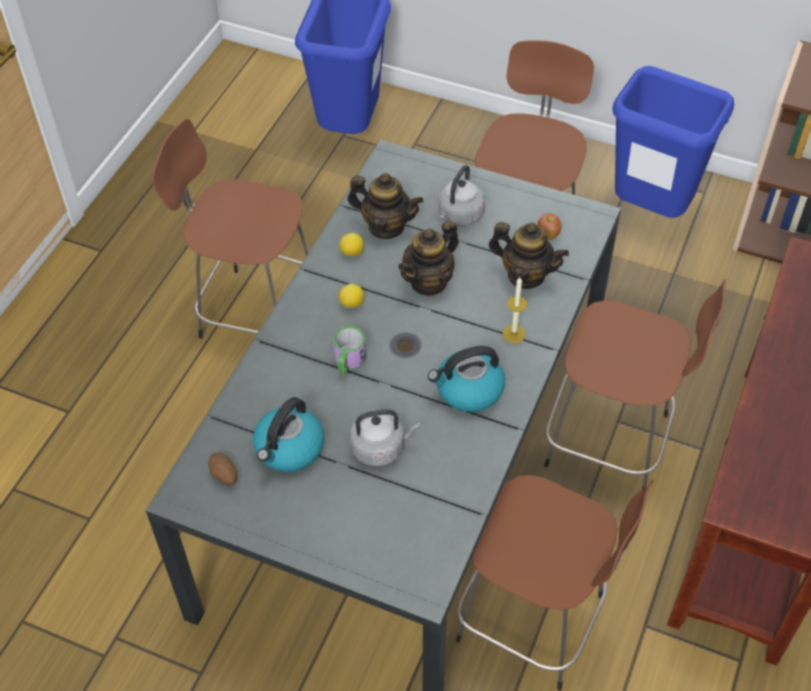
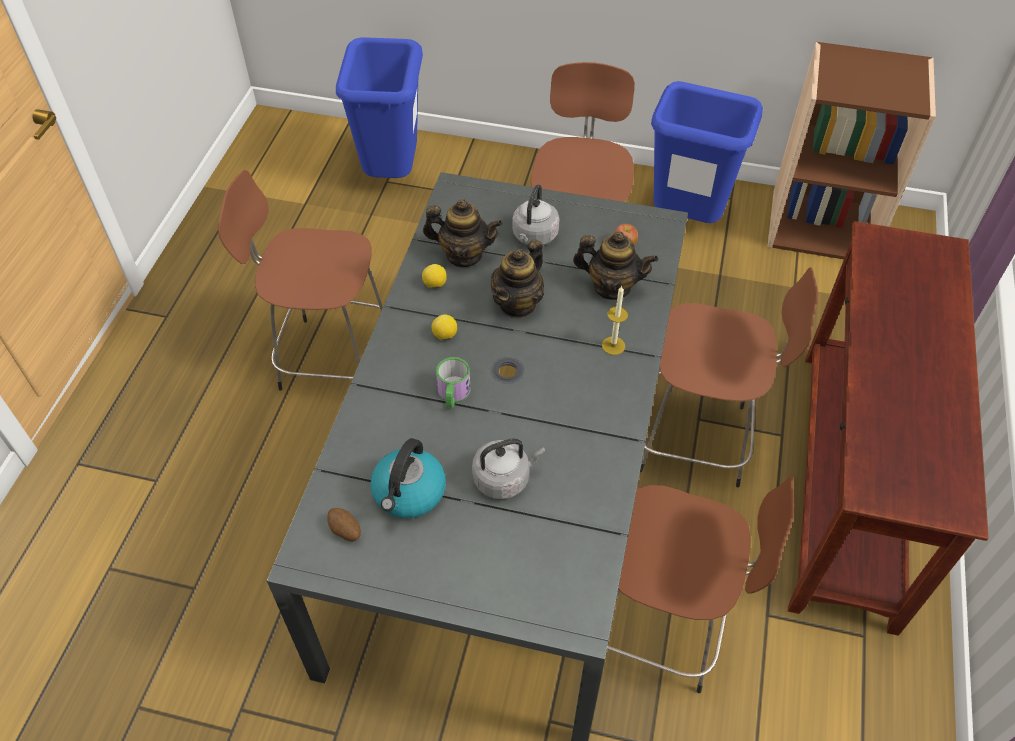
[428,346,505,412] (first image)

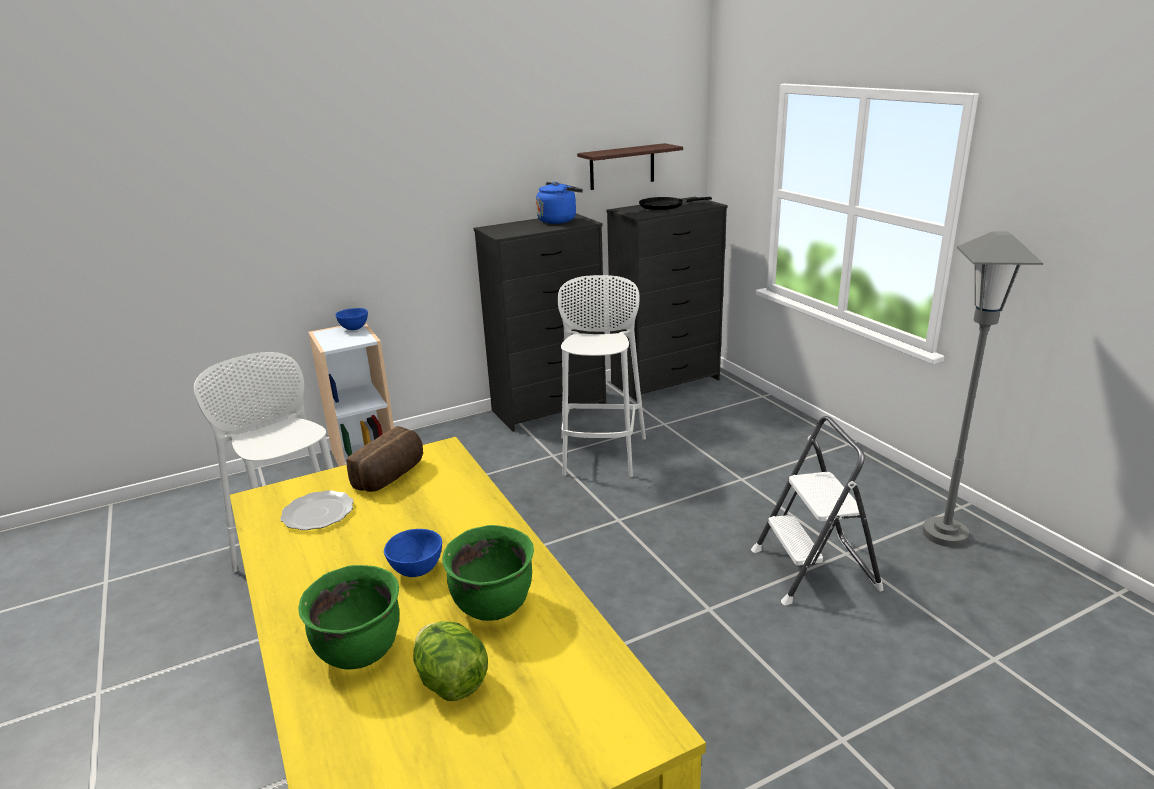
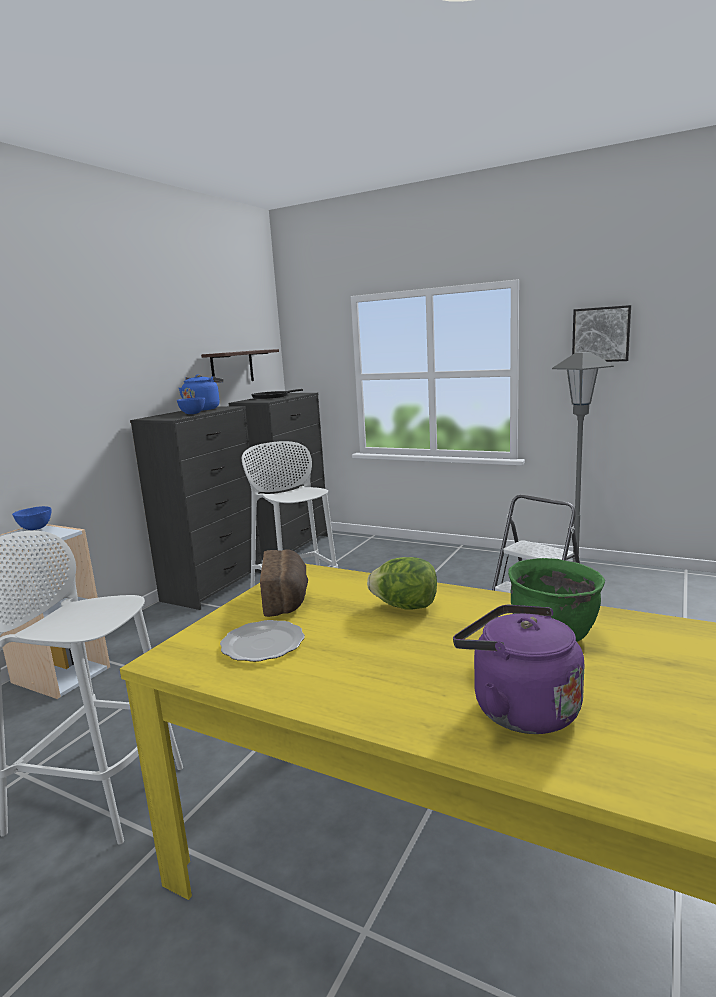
[453,605,584,734]
[177,397,205,414]
[367,557,437,610]
[572,305,631,362]

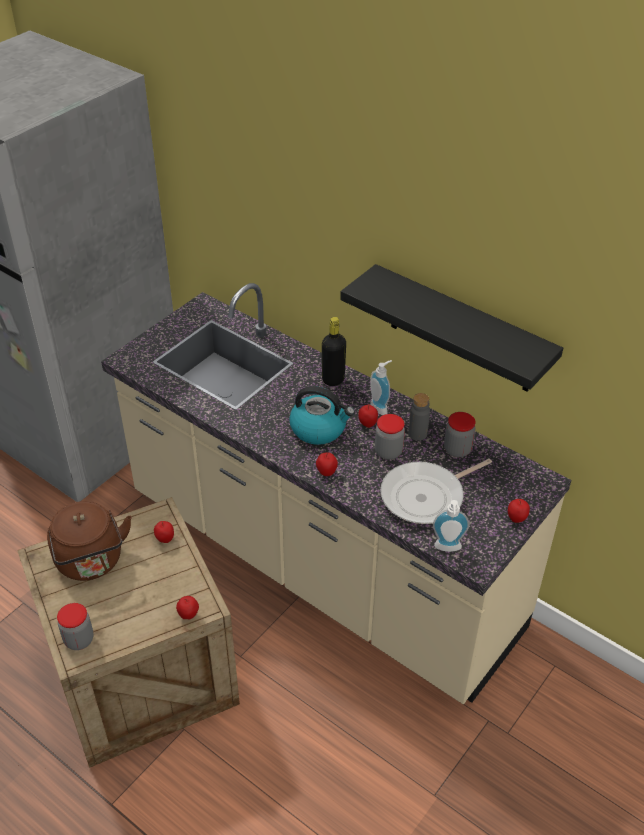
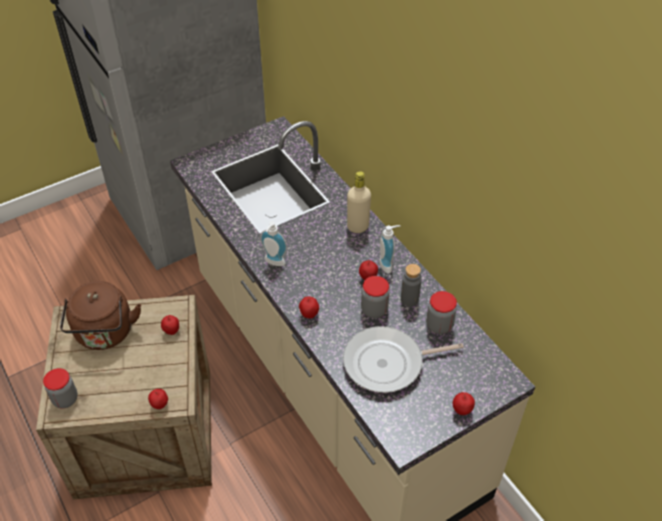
[289,386,355,445] (first image)
[347,171,371,233]
[340,264,563,391] (first image)
[260,221,287,266]

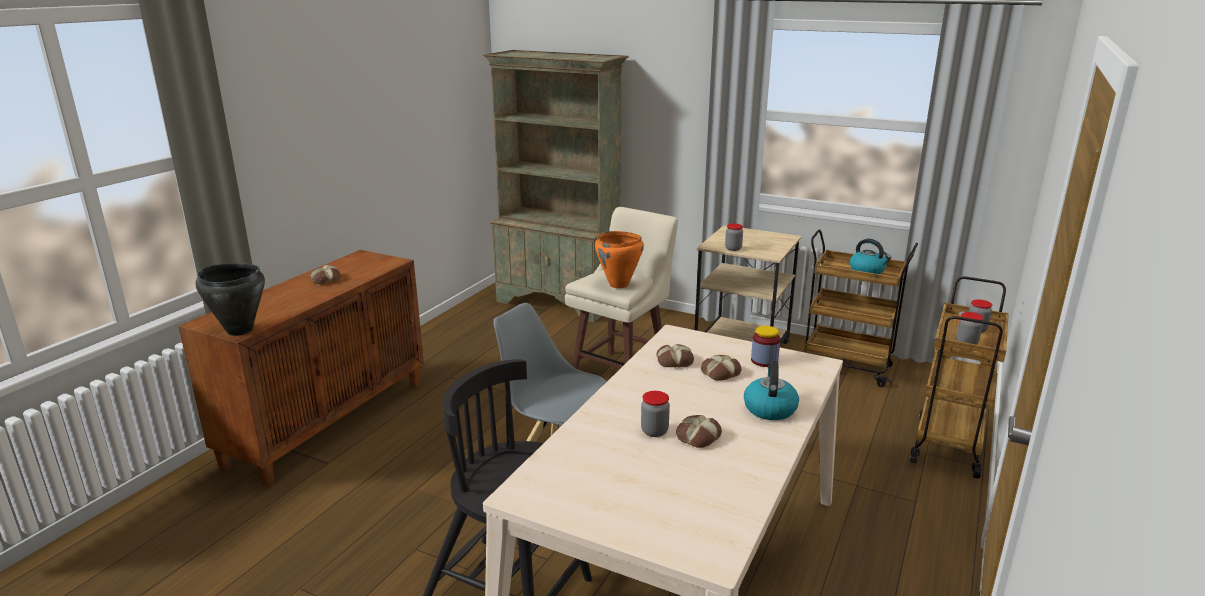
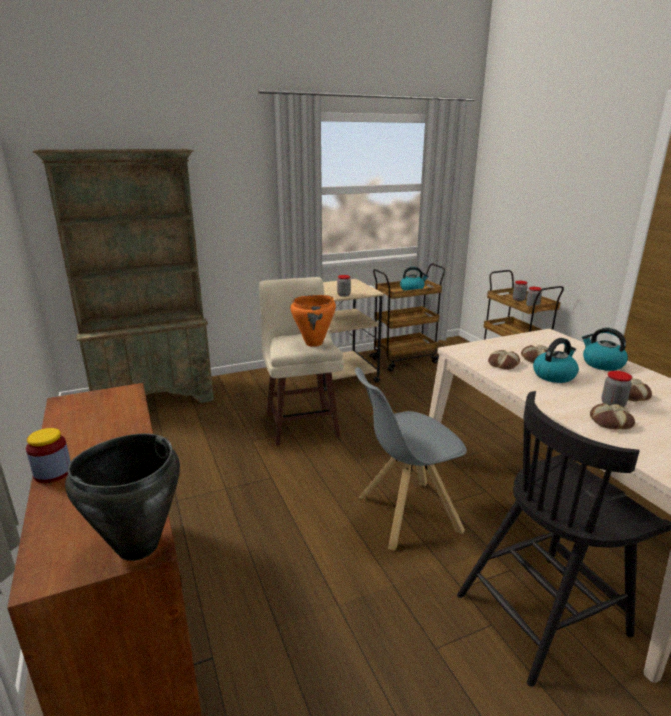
[590,403,635,429]
[26,428,71,483]
[533,338,579,383]

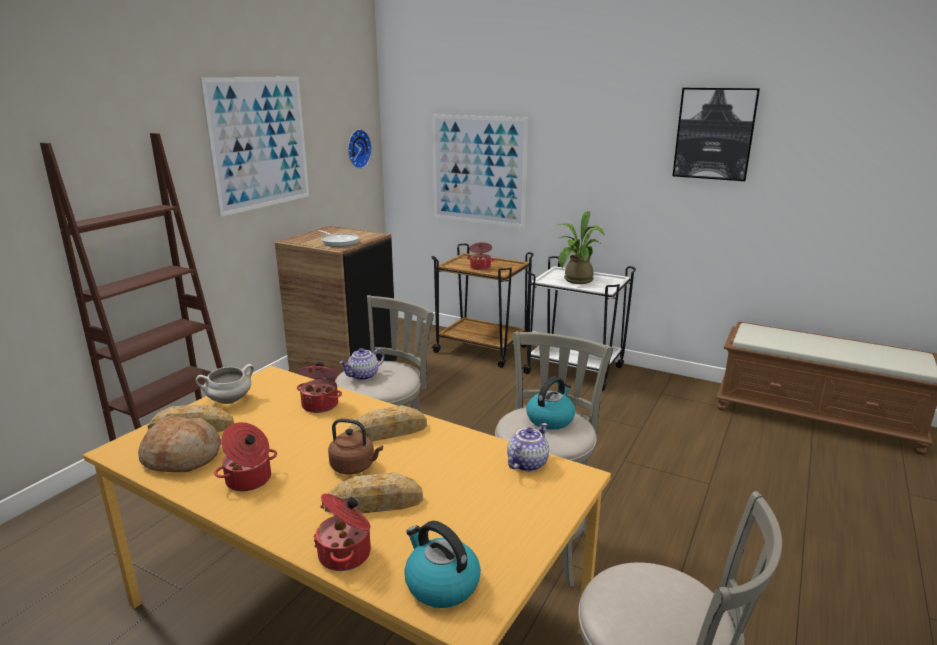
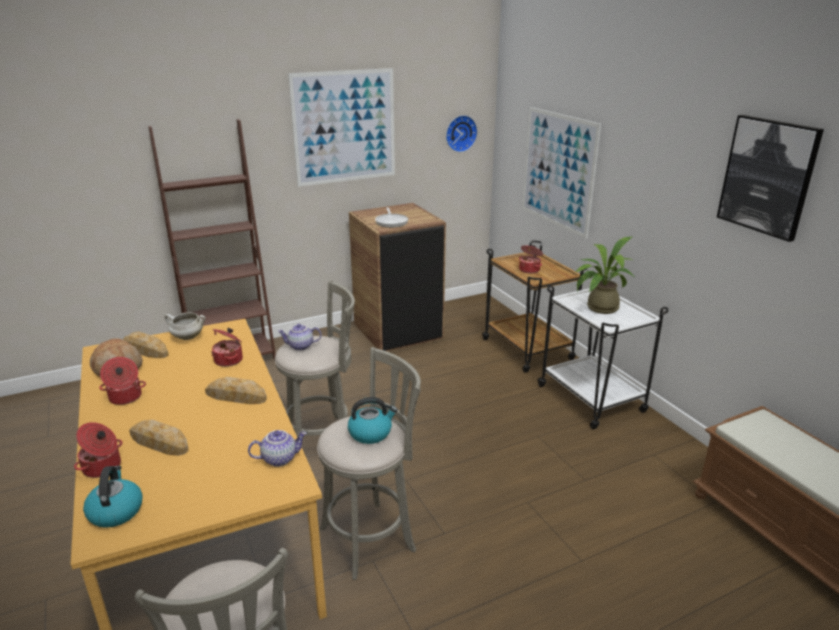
[328,418,383,474] (first image)

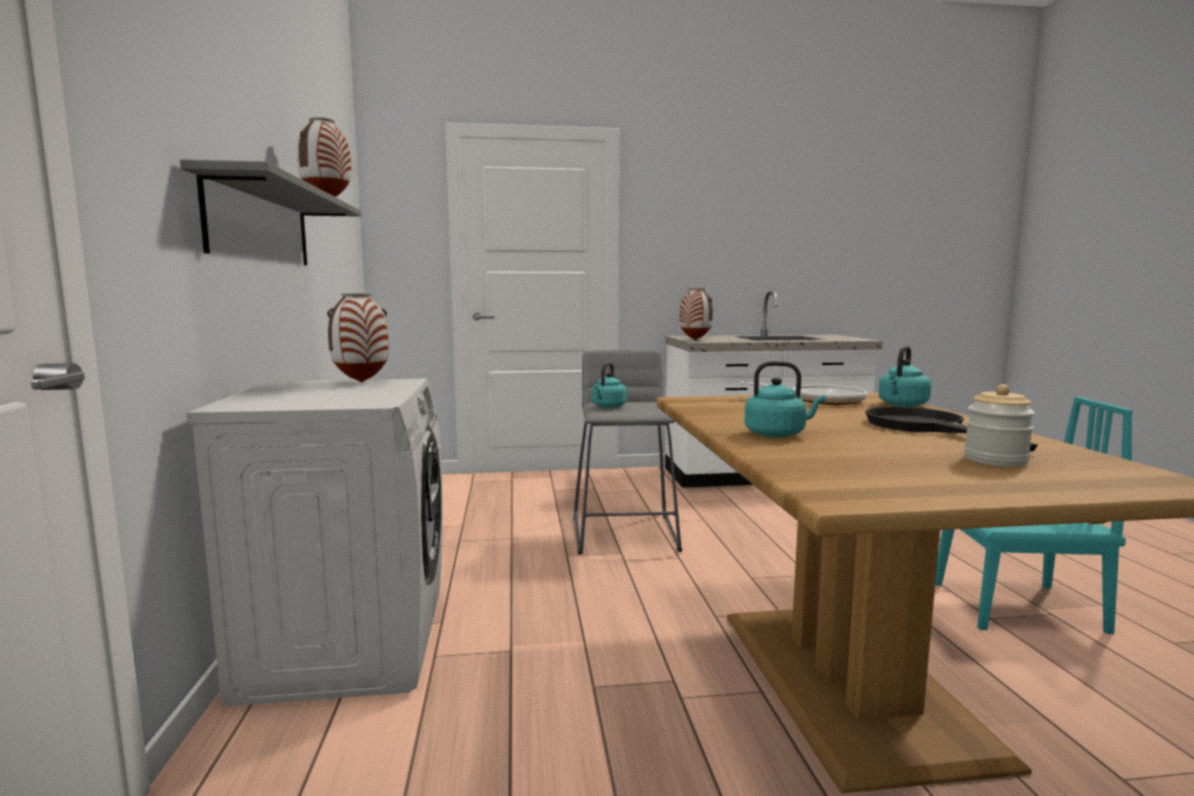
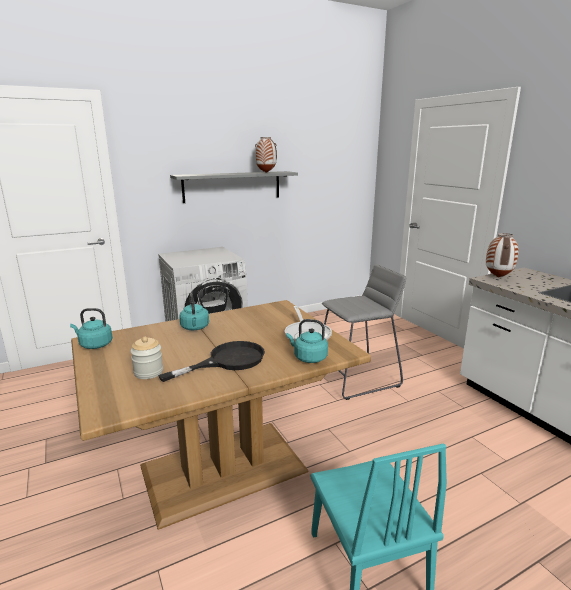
[327,293,390,382] (first image)
[70,308,113,349]

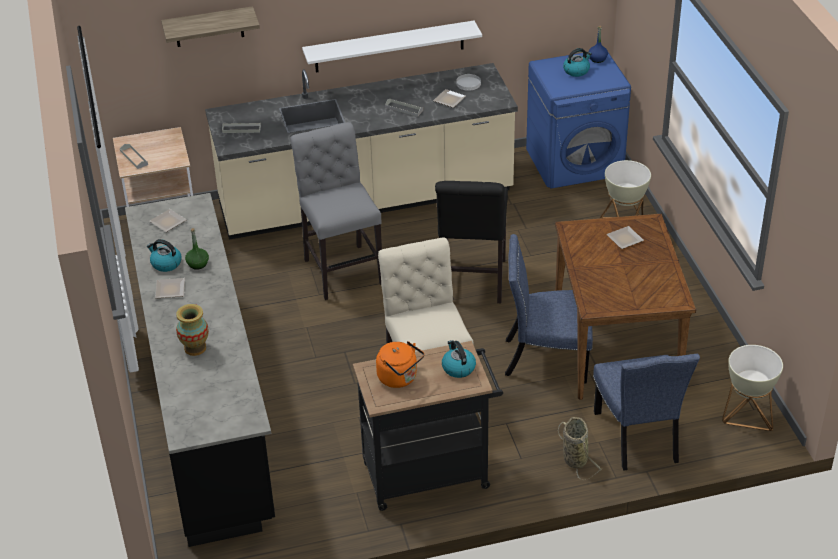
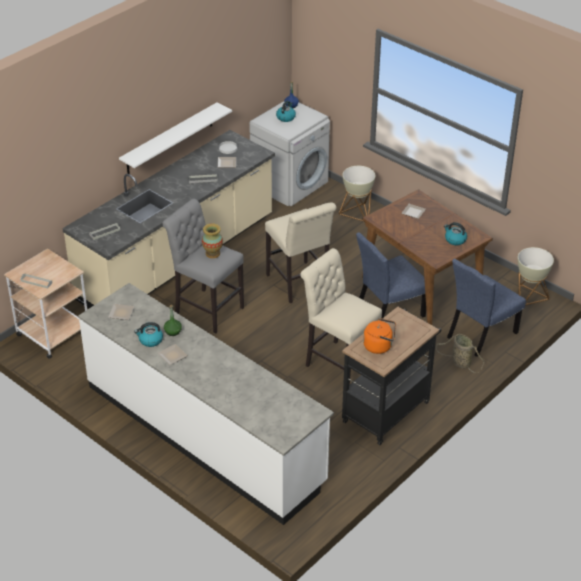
[78,283,334,525]
[161,6,260,47] (first image)
[202,223,223,258]
[265,202,336,303]
[444,222,467,245]
[249,101,330,206]
[447,259,526,357]

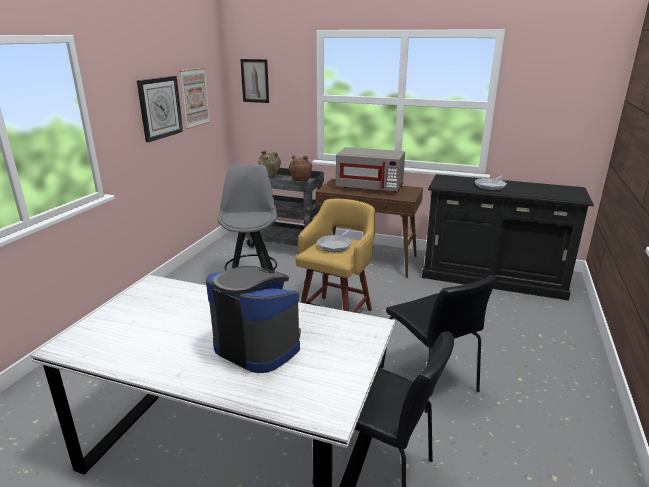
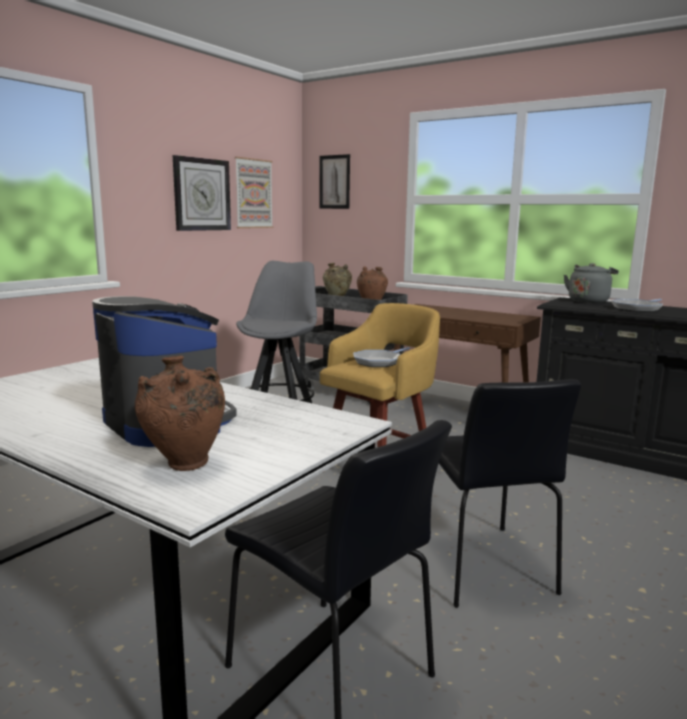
[336,147,405,193] (first image)
[135,355,225,471]
[564,263,619,303]

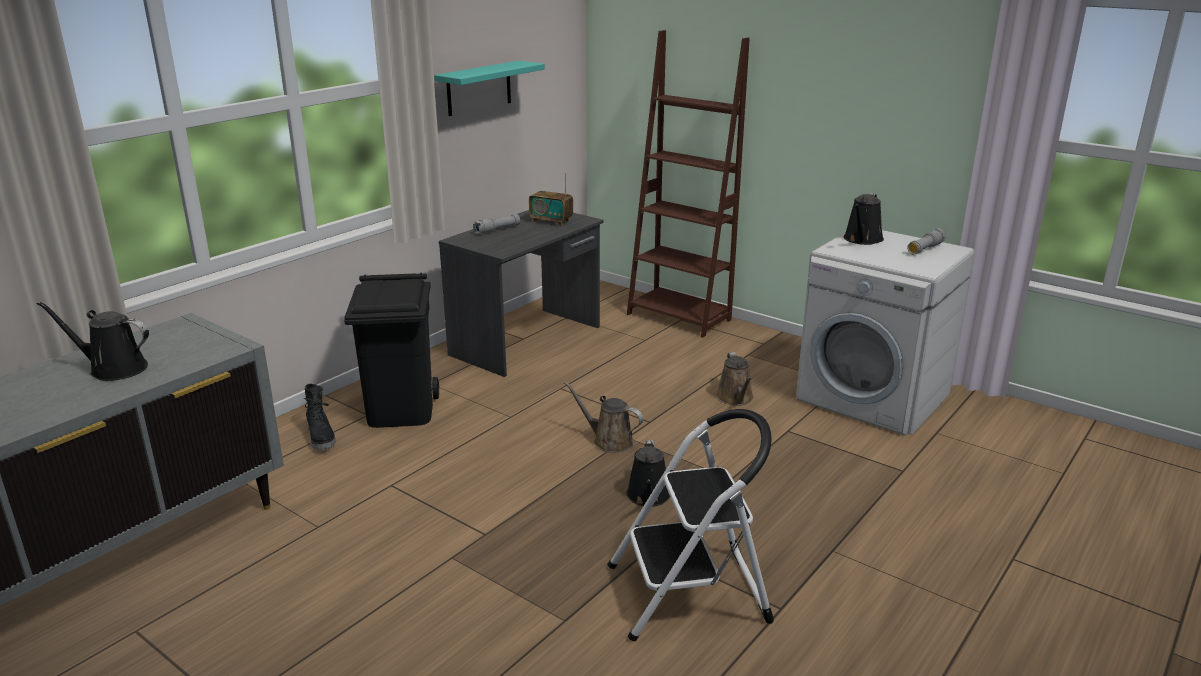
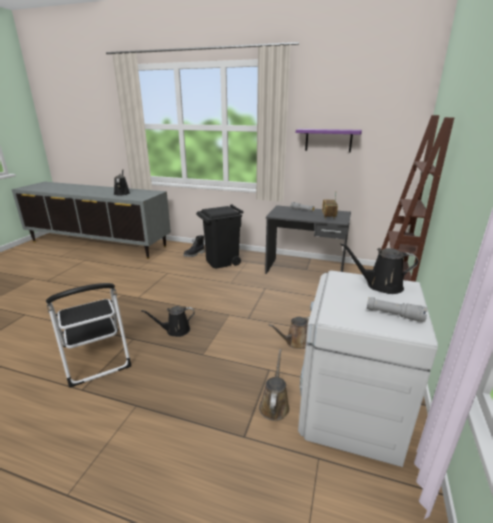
[296,129,362,152]
[259,349,290,421]

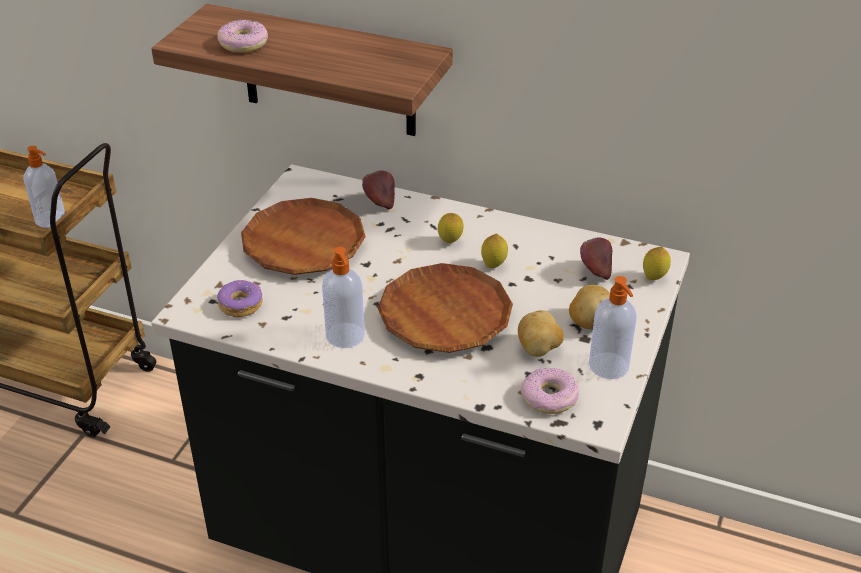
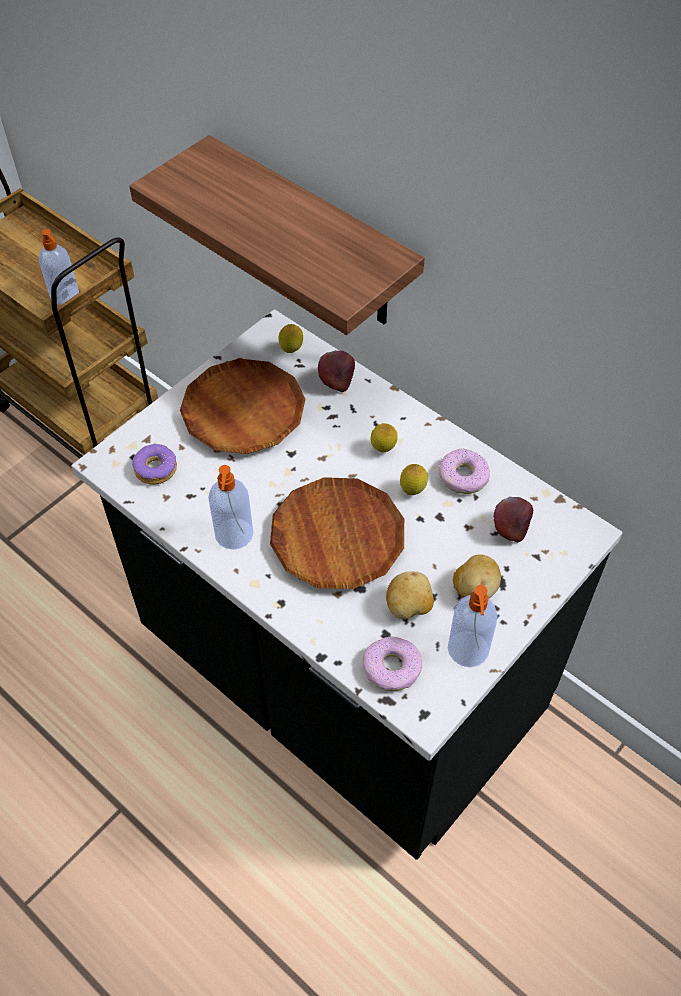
[439,449,490,494]
[278,324,303,353]

